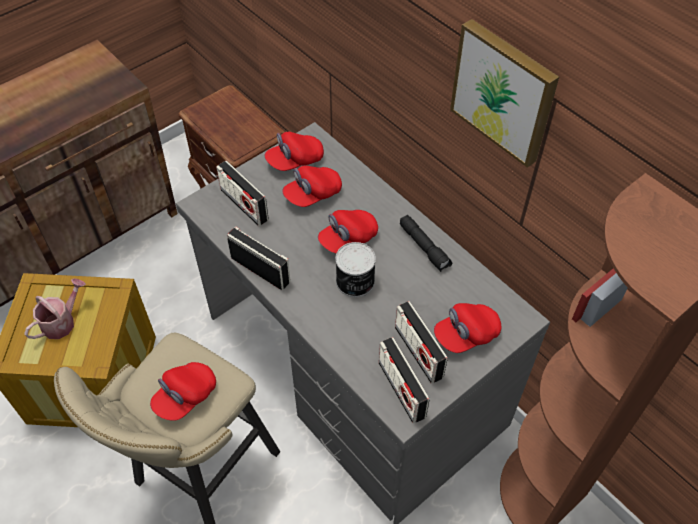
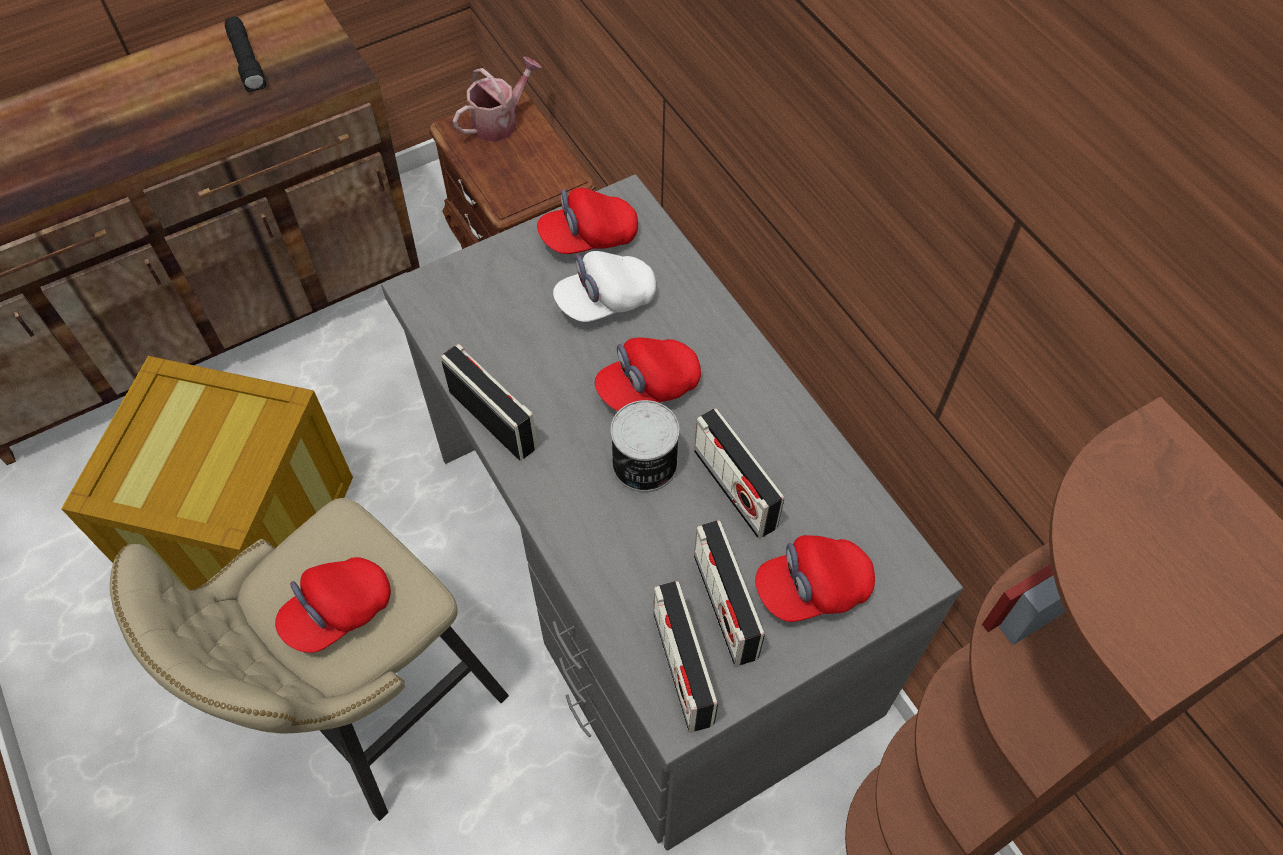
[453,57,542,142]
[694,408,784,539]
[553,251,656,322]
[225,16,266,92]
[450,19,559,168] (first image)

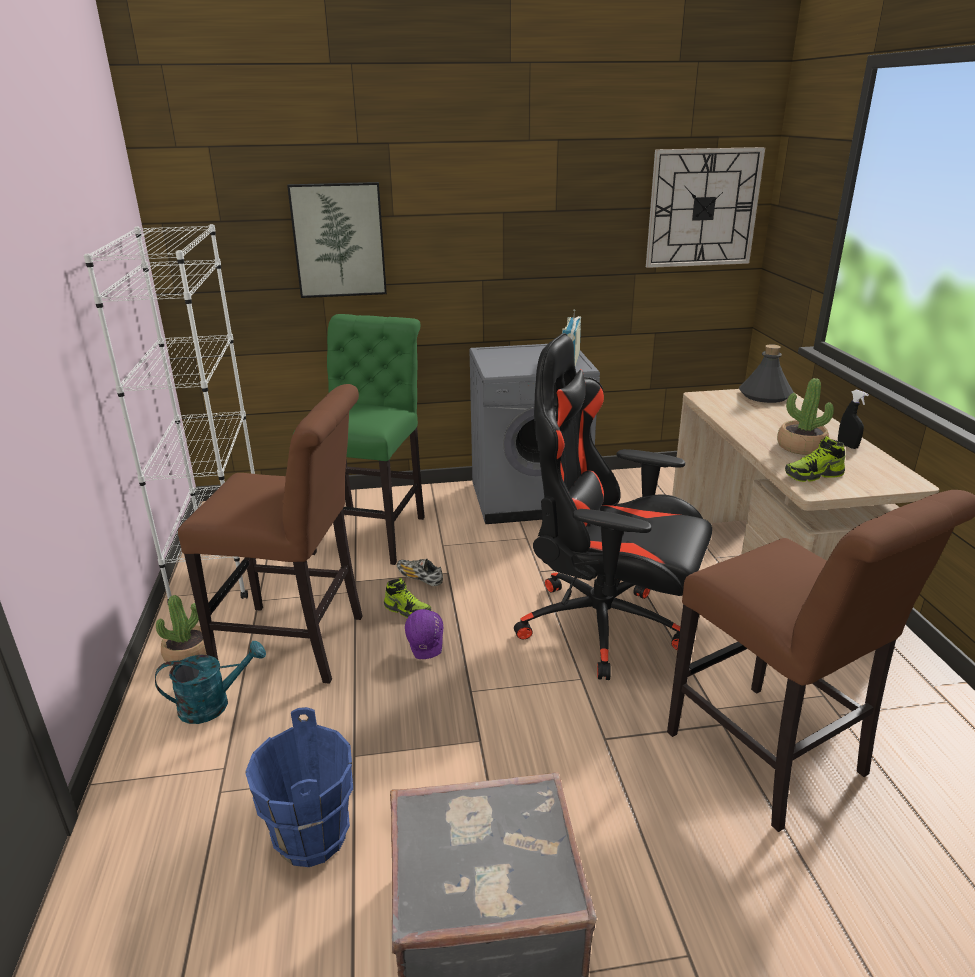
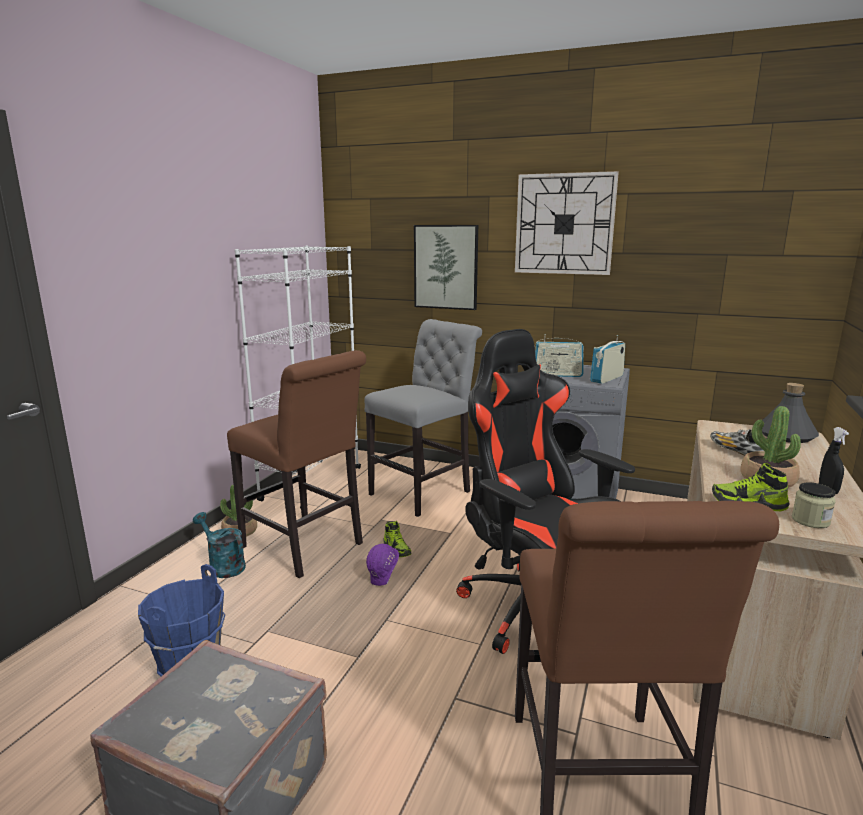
[193,512,246,578]
[364,319,482,517]
[710,429,764,456]
[515,171,619,275]
[535,334,584,377]
[792,482,836,528]

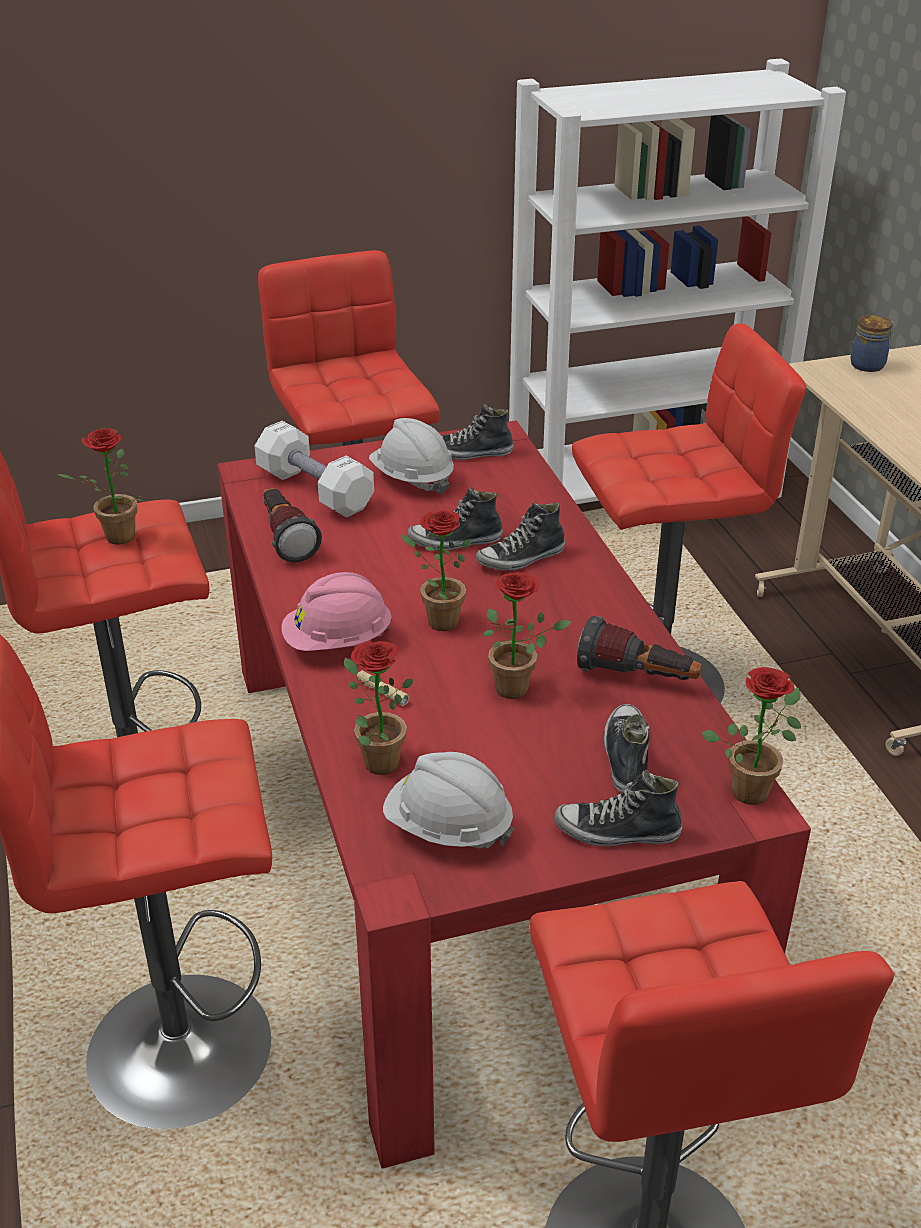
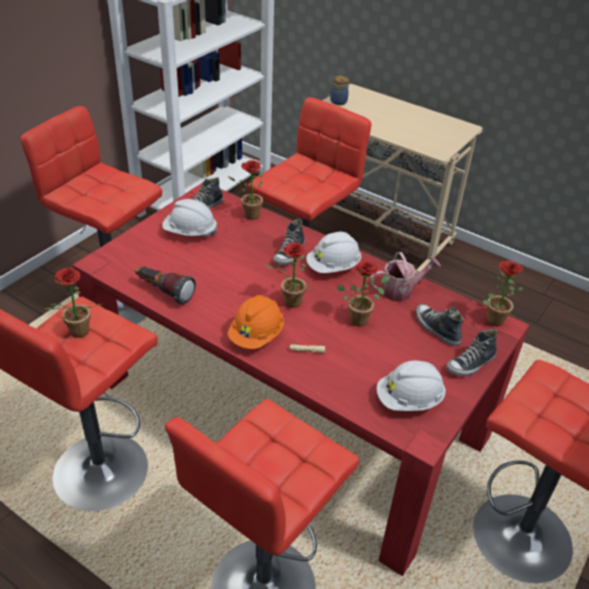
[255,421,374,517] (first image)
[228,295,284,349]
[228,160,264,220]
[407,487,503,550] (first image)
[370,252,441,302]
[306,232,362,273]

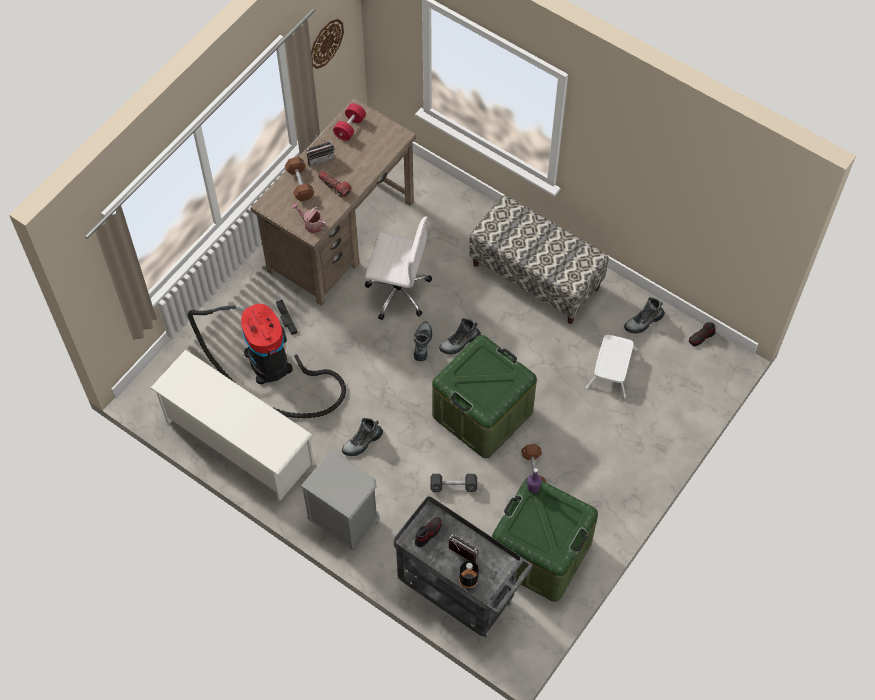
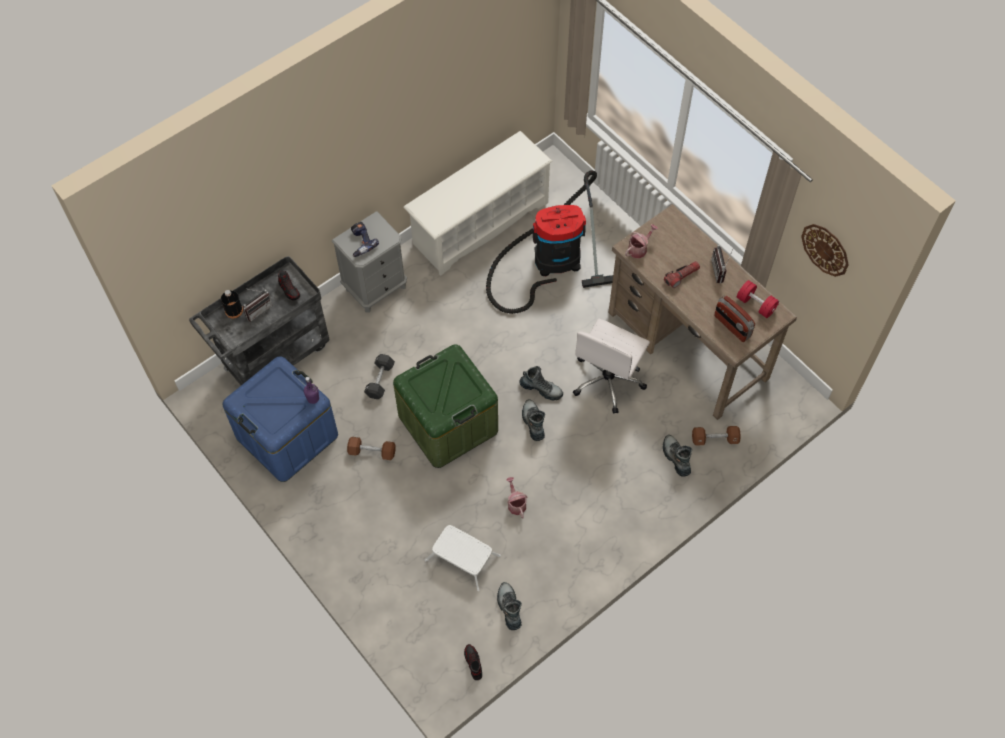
[692,426,741,446]
[663,435,692,477]
[469,195,609,324] (first image)
[223,356,338,482]
[351,222,379,257]
[506,477,527,519]
[714,296,755,342]

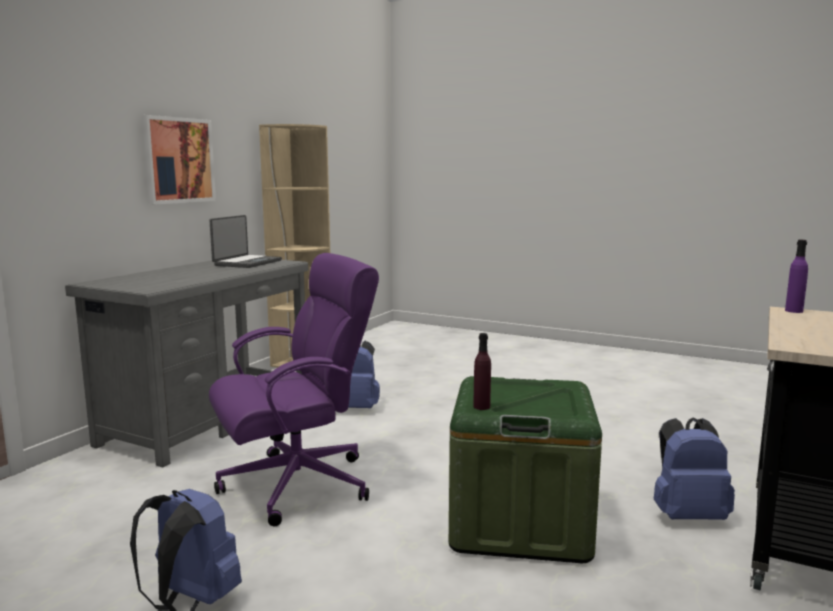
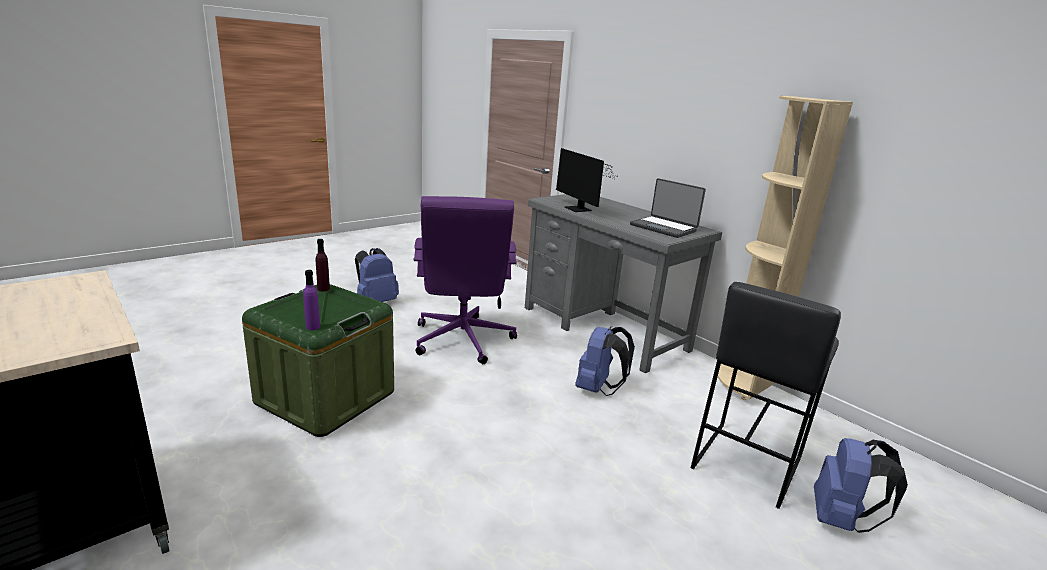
[142,115,216,205] (first image)
[814,438,908,533]
[303,270,320,330]
[556,148,618,212]
[691,282,841,509]

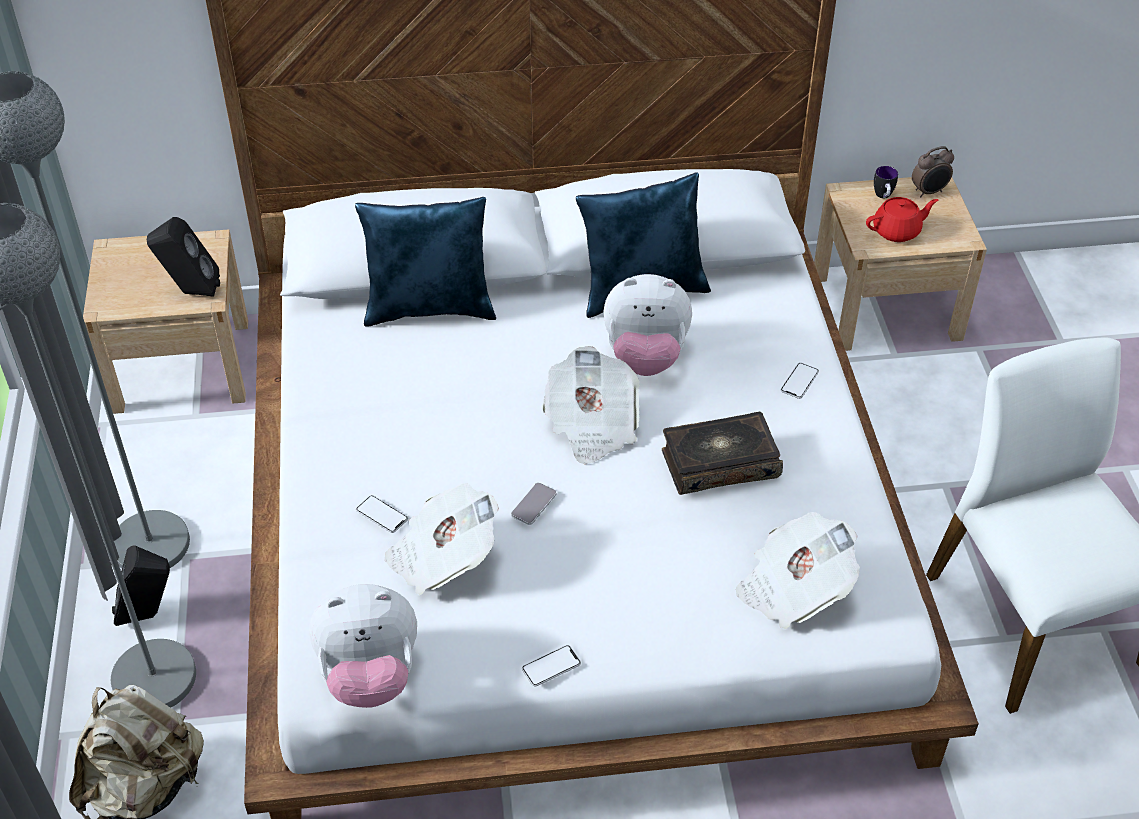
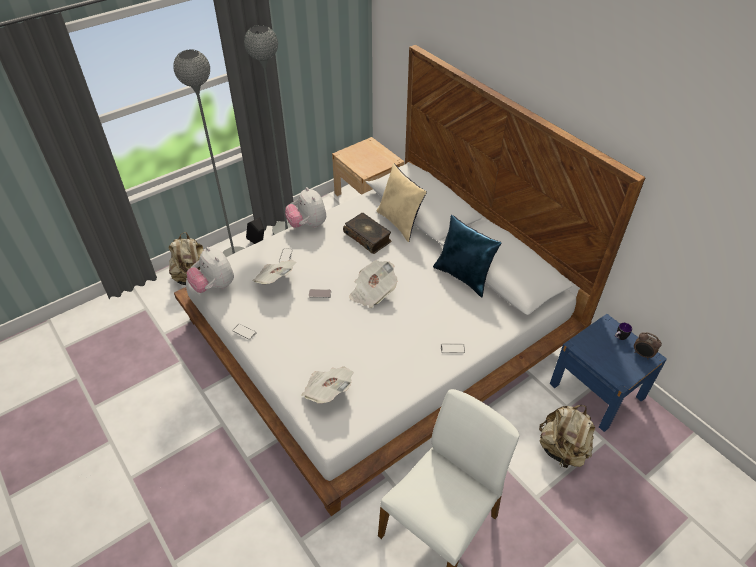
[147,217,220,297] (first image)
[376,163,427,242]
[285,187,326,228]
[343,213,391,254]
[550,314,667,432]
[866,197,938,242] (first image)
[539,405,595,468]

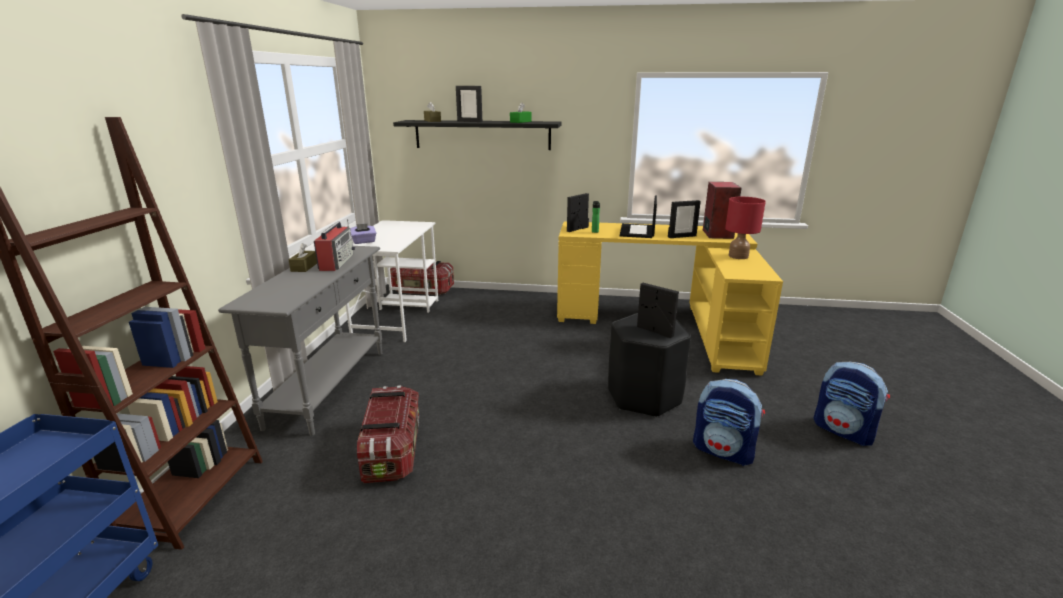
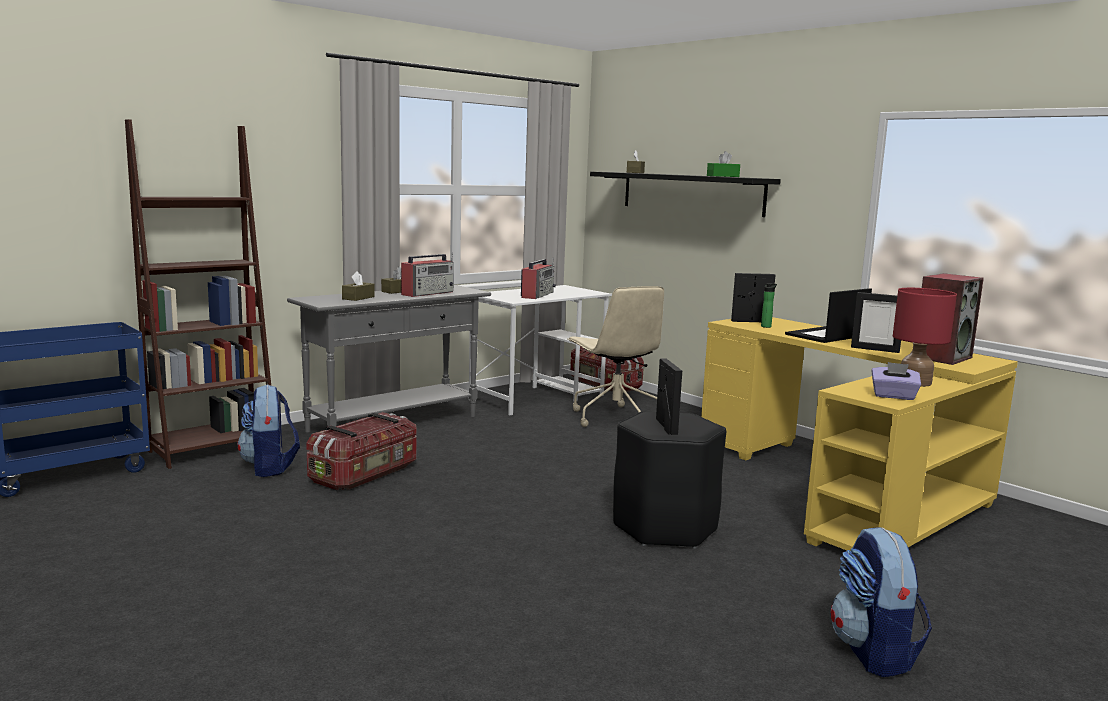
[872,362,921,400]
[456,86,482,122] (first image)
[238,384,300,477]
[342,271,375,301]
[521,257,556,299]
[567,286,664,427]

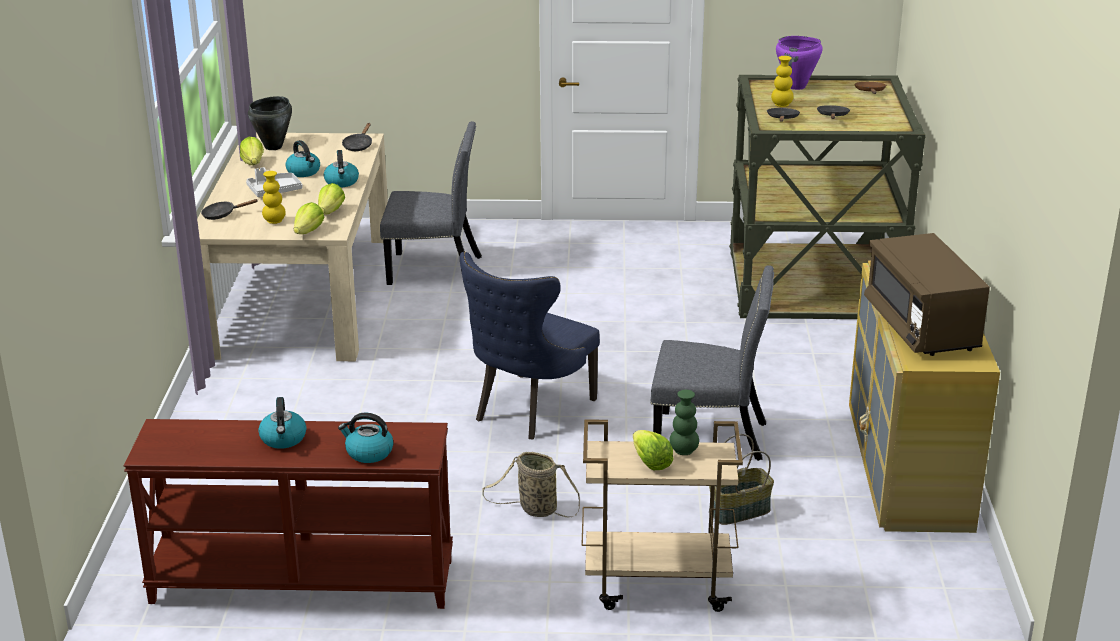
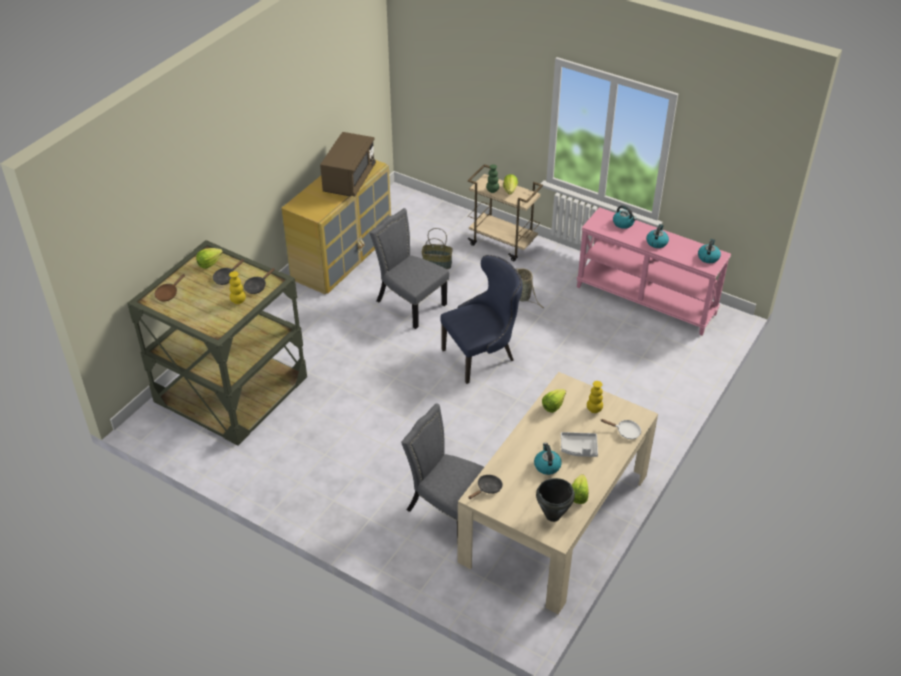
[576,207,731,336]
[601,419,641,439]
[196,248,223,269]
[698,239,721,263]
[776,36,823,90] (first image)

